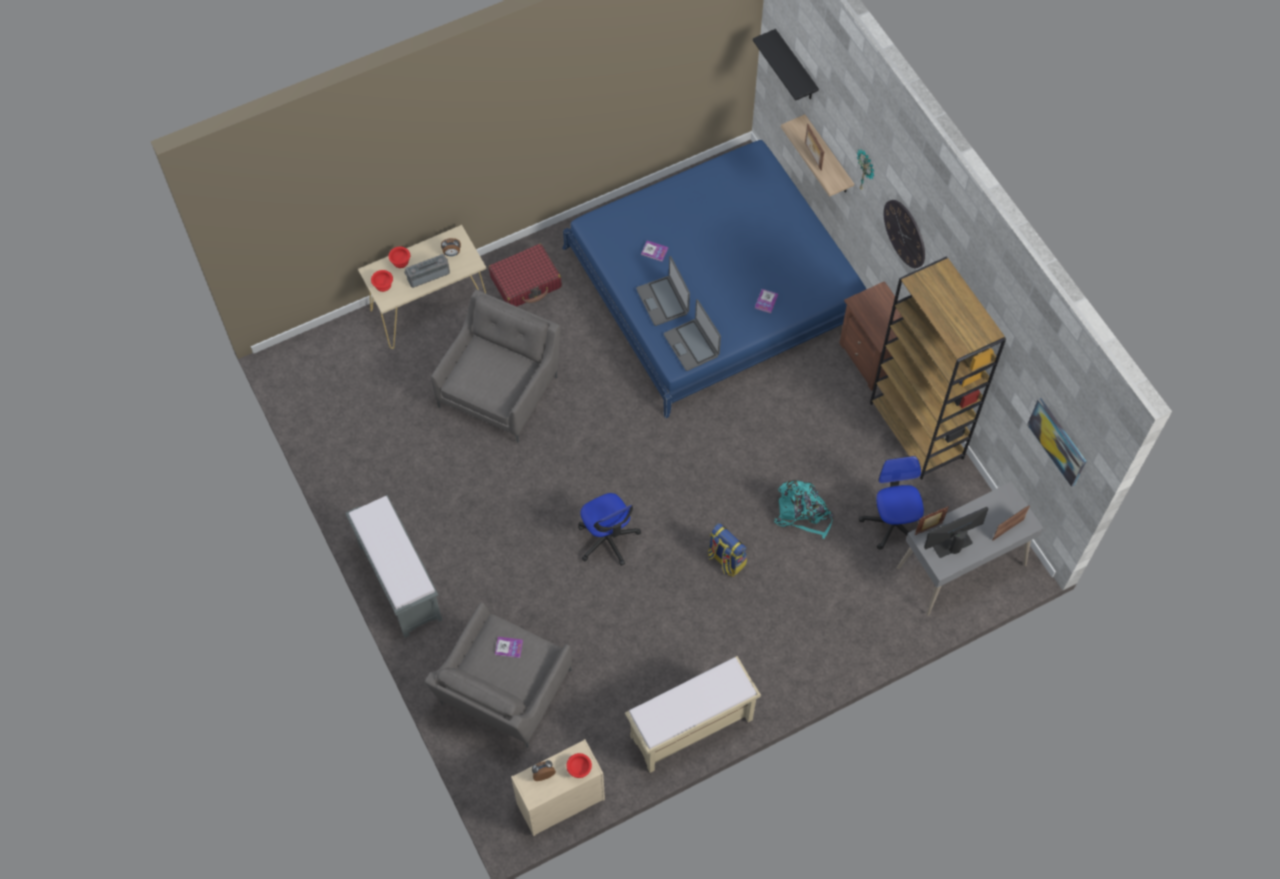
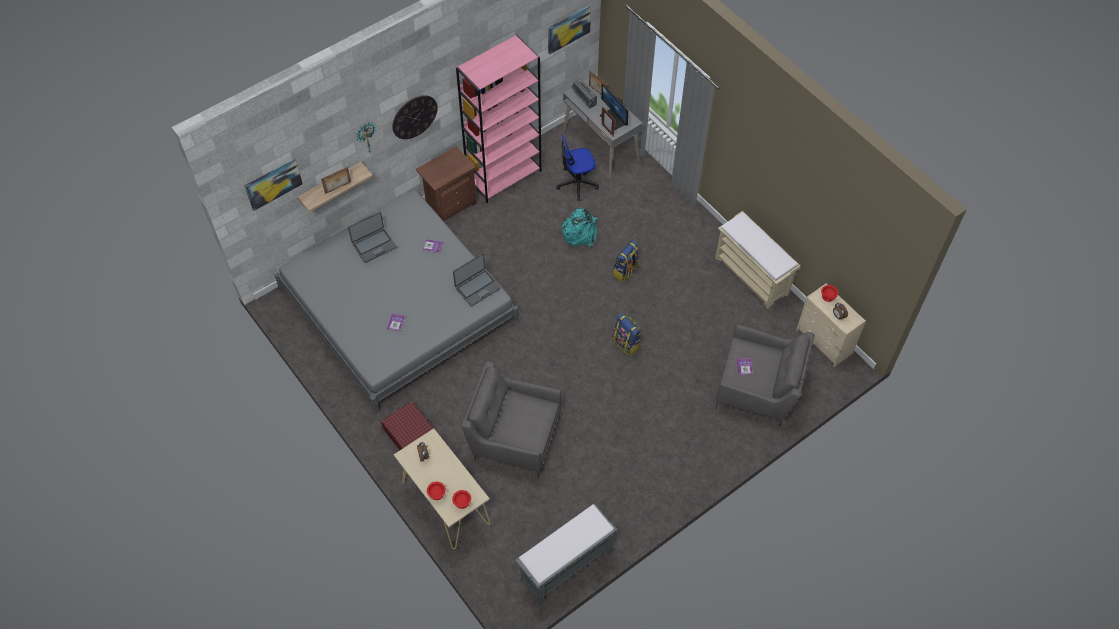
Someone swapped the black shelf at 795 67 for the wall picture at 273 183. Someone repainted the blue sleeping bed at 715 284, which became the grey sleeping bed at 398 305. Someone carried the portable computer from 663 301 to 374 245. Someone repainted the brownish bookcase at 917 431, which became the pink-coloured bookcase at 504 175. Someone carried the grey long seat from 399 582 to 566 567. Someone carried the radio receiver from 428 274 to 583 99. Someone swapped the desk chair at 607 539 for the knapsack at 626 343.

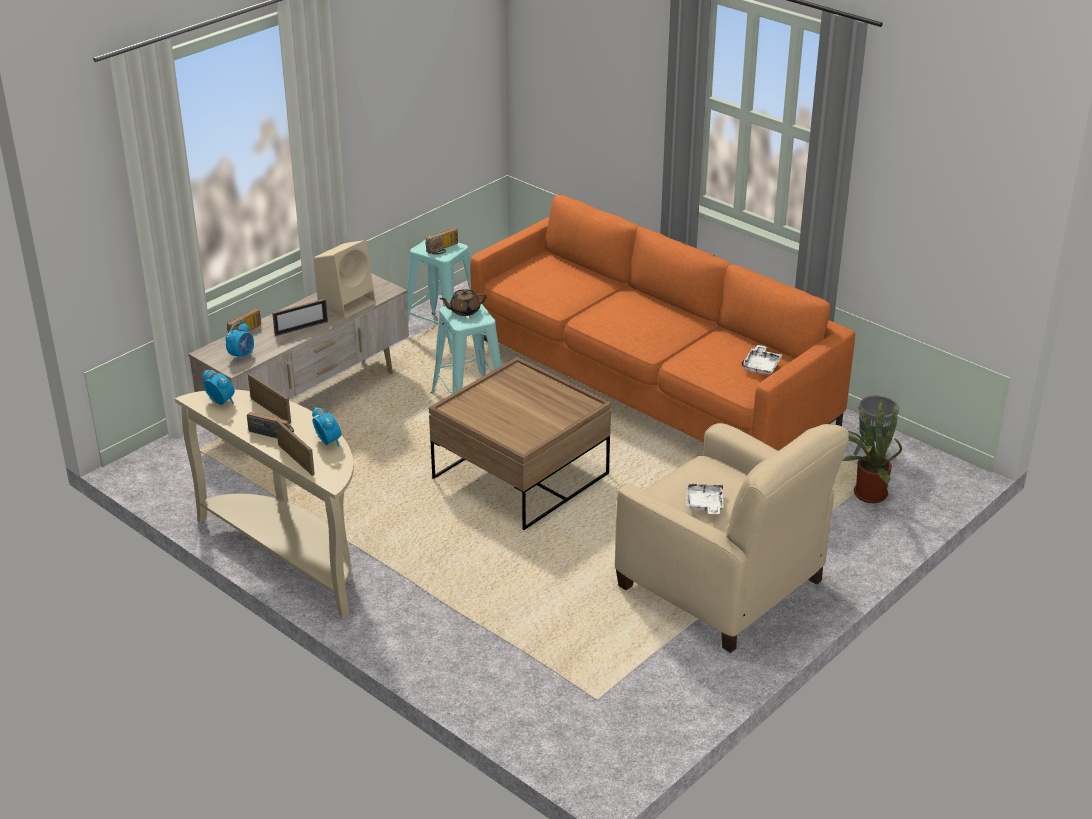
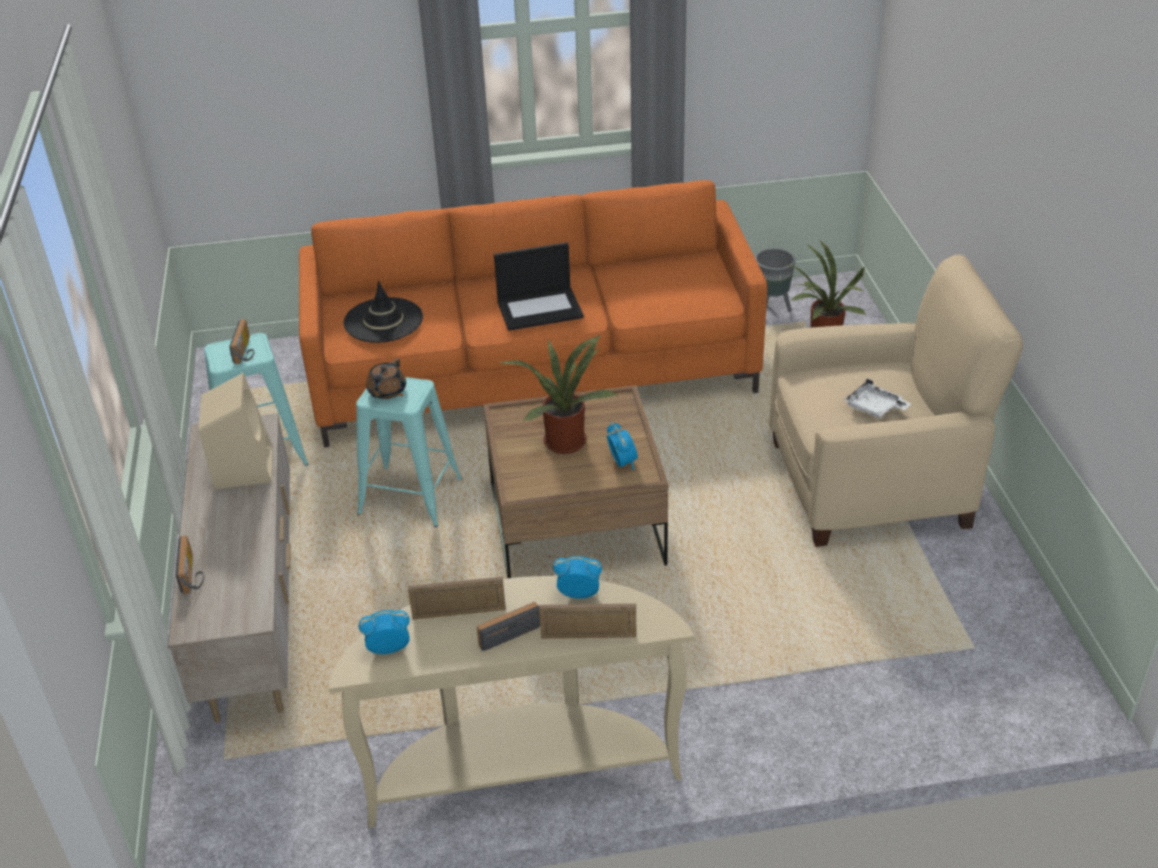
Someone put down the black clothing hat at 383 320. Someone put down the portable computer at 540 308. Someone put down the houseplant at 564 439. Someone carried the table clock from 242 356 to 622 462. Someone took away the standing frame at 301 328. Someone took away the white-coloured carrying tray at 761 366.

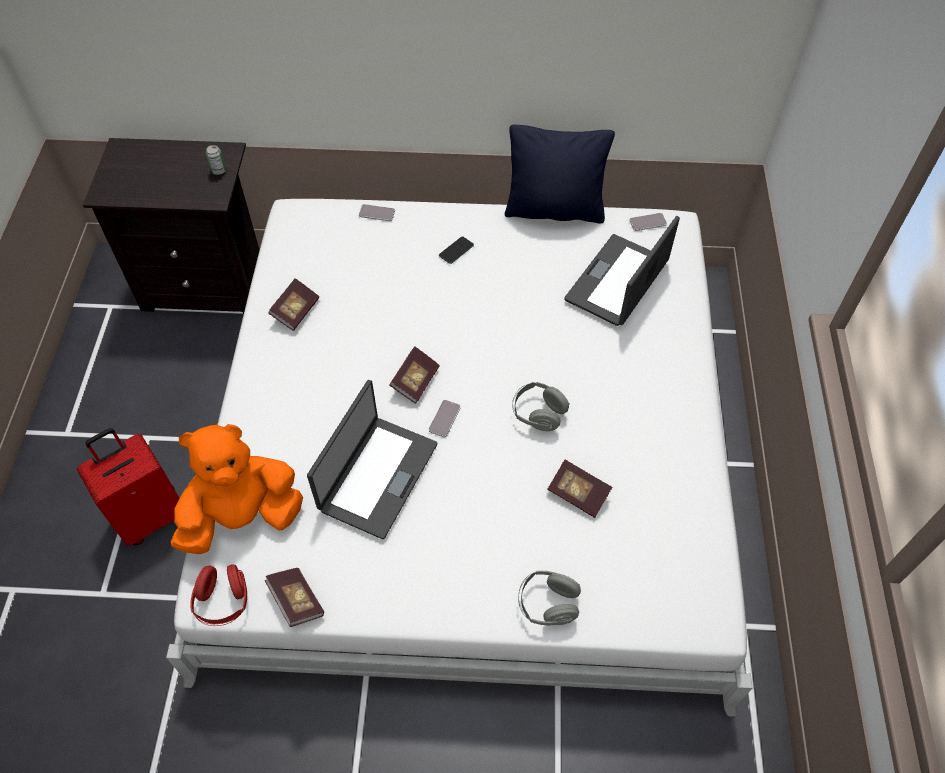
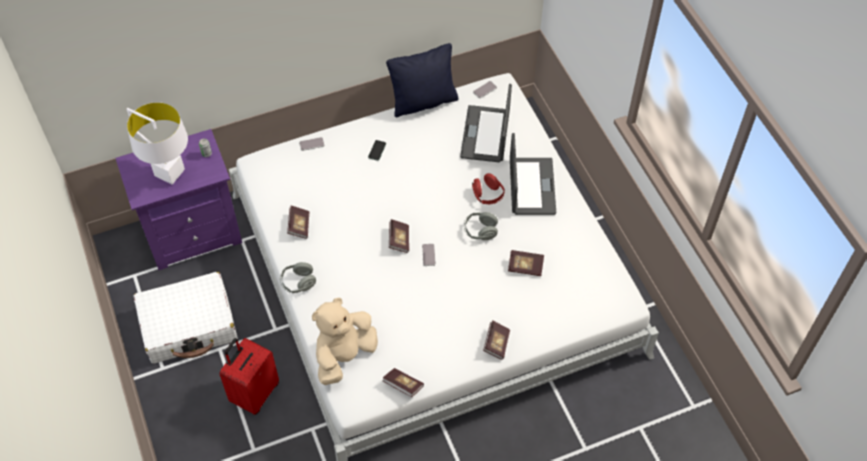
Someone repainted the black bedside table at 208 283, which became the purple-coloured bedside table at 193 233. Someone put down the white-coloured tabletop lamp at 170 174. Someone put down the white-coloured suitcase at 189 325. Someone carried the grey headset from 547 604 to 298 283. Someone repainted the orangey plush toy at 243 517, which became the beige plush toy at 344 355. Someone carried the reddish headset from 223 601 to 487 195. Someone put down the volume at 496 343. Someone carried the portable computer from 377 476 to 531 186.

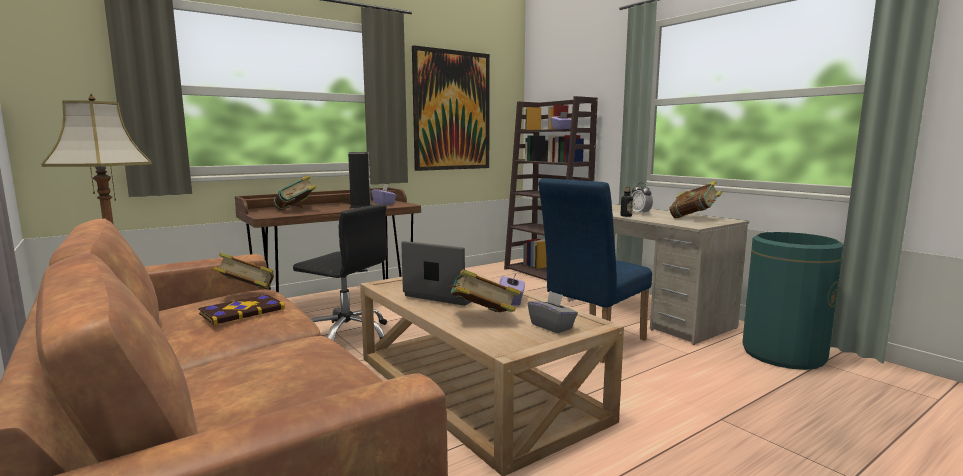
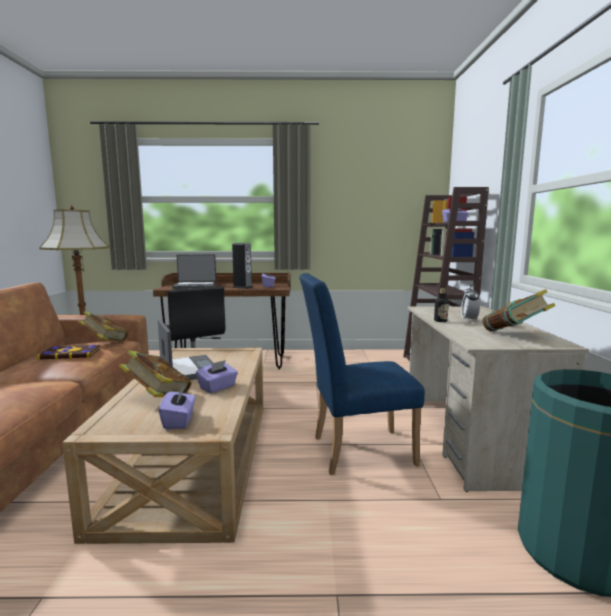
Someone repainted the grey tissue holder at 552 326, which became the purple-coloured tissue holder at 179 421. Someone swapped the volume at 296 211 for the portable computer at 195 286. Someone took away the wall picture at 452 111.

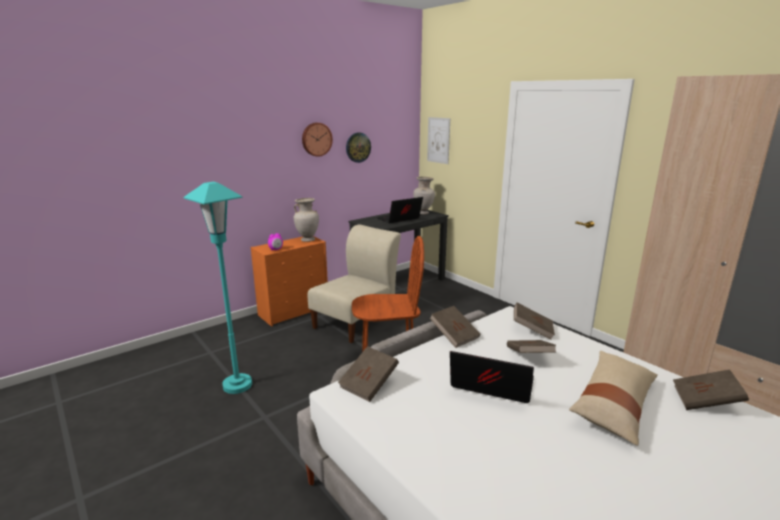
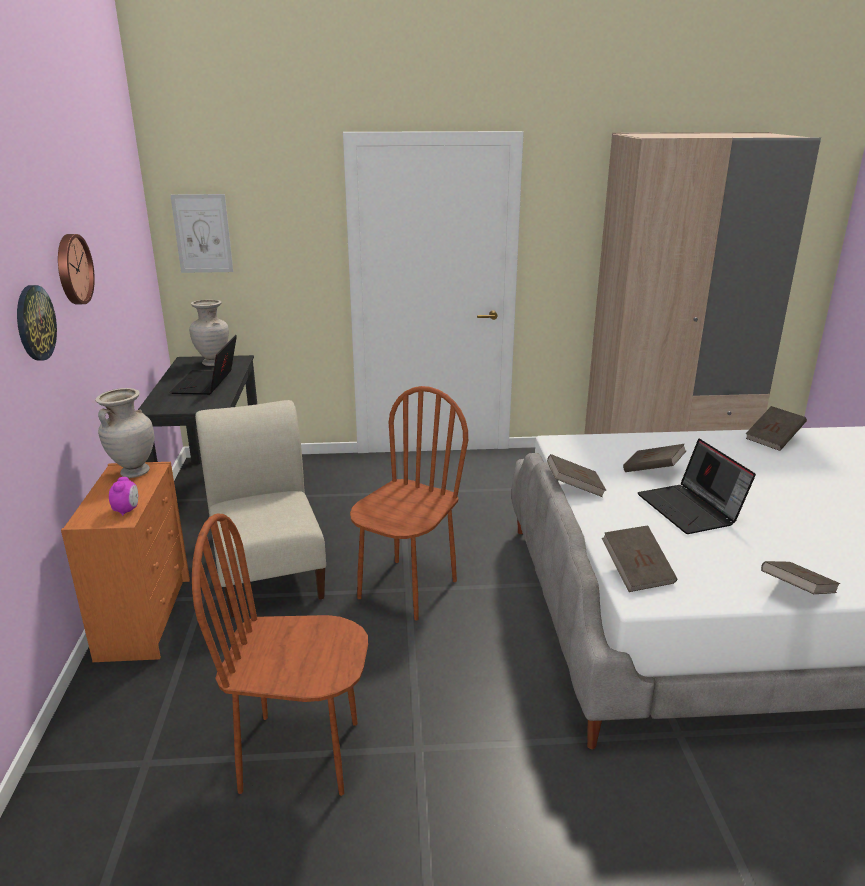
Someone carried the hanging clock from 358 147 to 34 323. Someone swapped the blue-green standard lamp at 237 385 for the brownish upright chair at 300 754. Someone rotated the portable computer at 490 386 by 75 degrees counterclockwise. Someone carried the brownish volume from 532 330 to 796 592. Someone took away the beige pillow at 613 404.

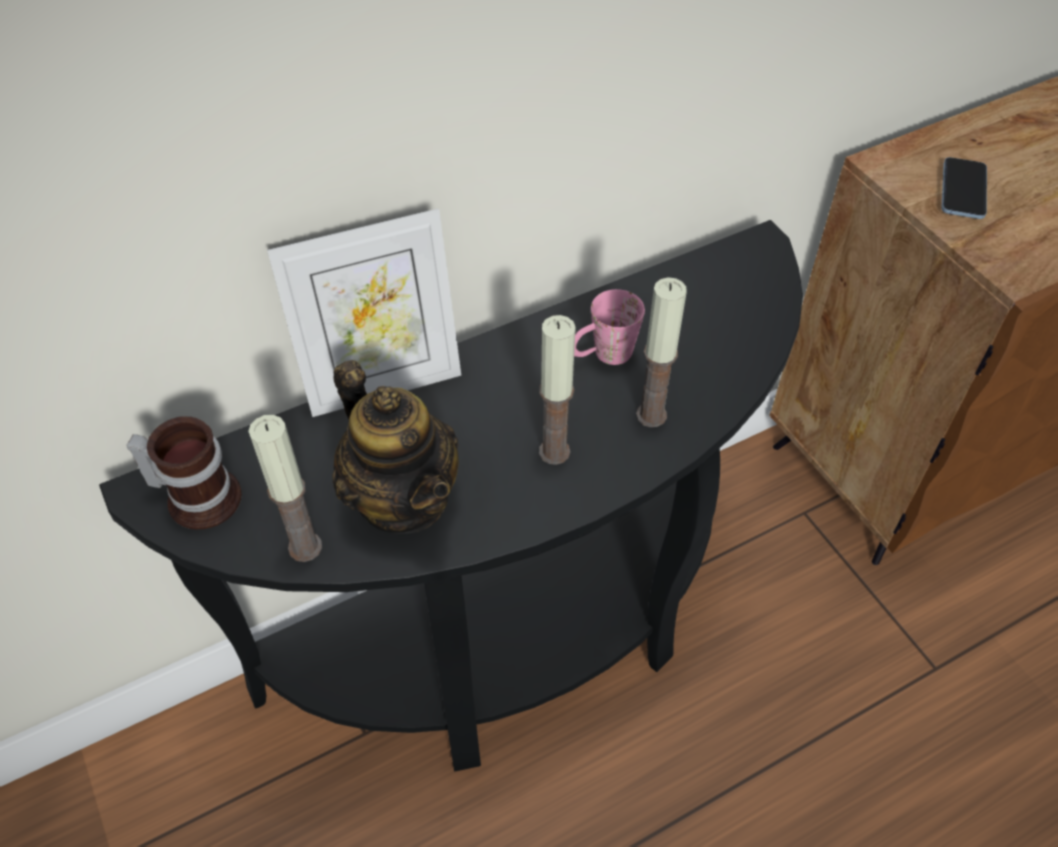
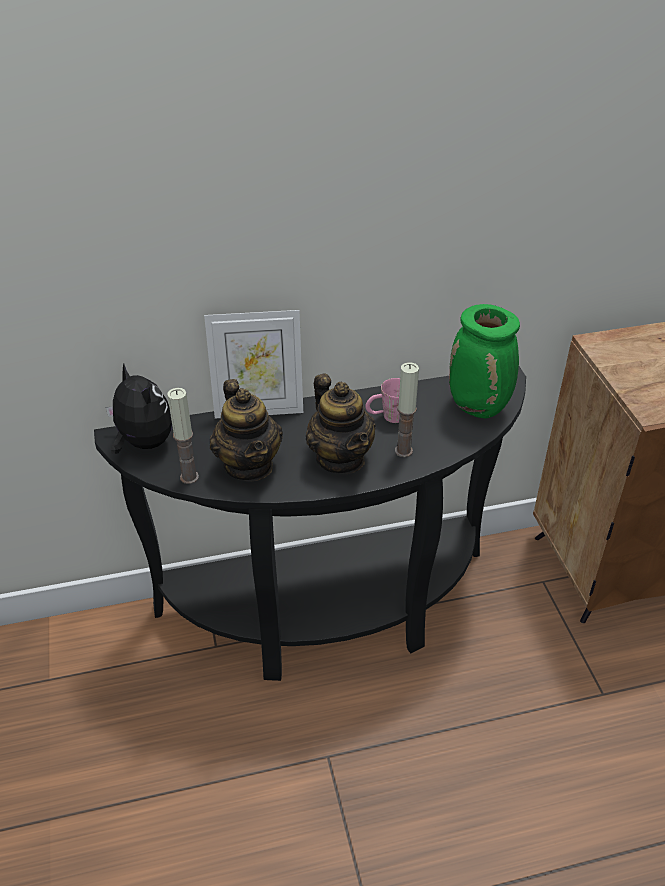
Someone swapped the mug at 198 494 for the plush toy at 142 443. Someone swapped the wax light at 554 452 for the tea pot at 340 458. Someone put down the greenish vase at 479 407. Someone took away the phone at 963 190.

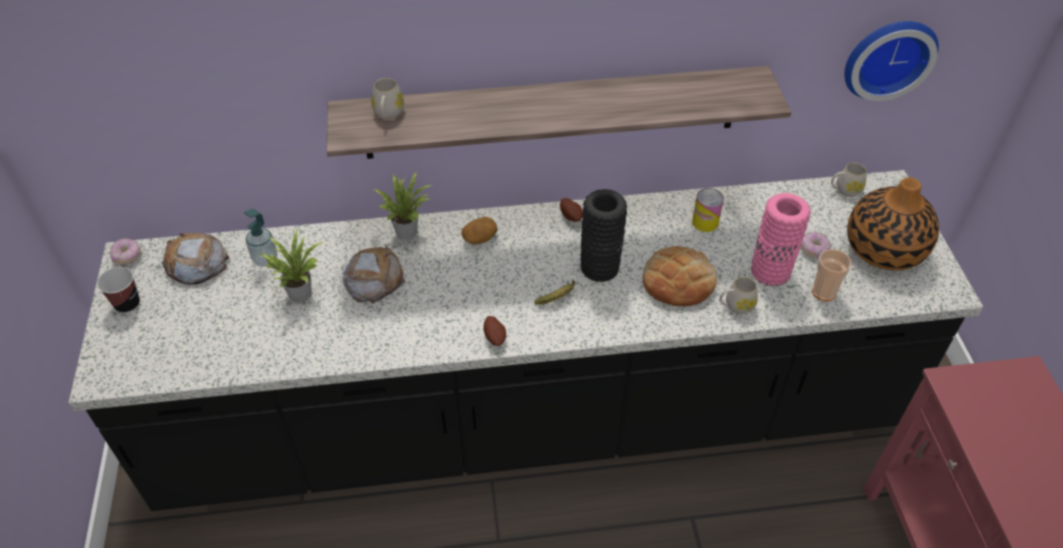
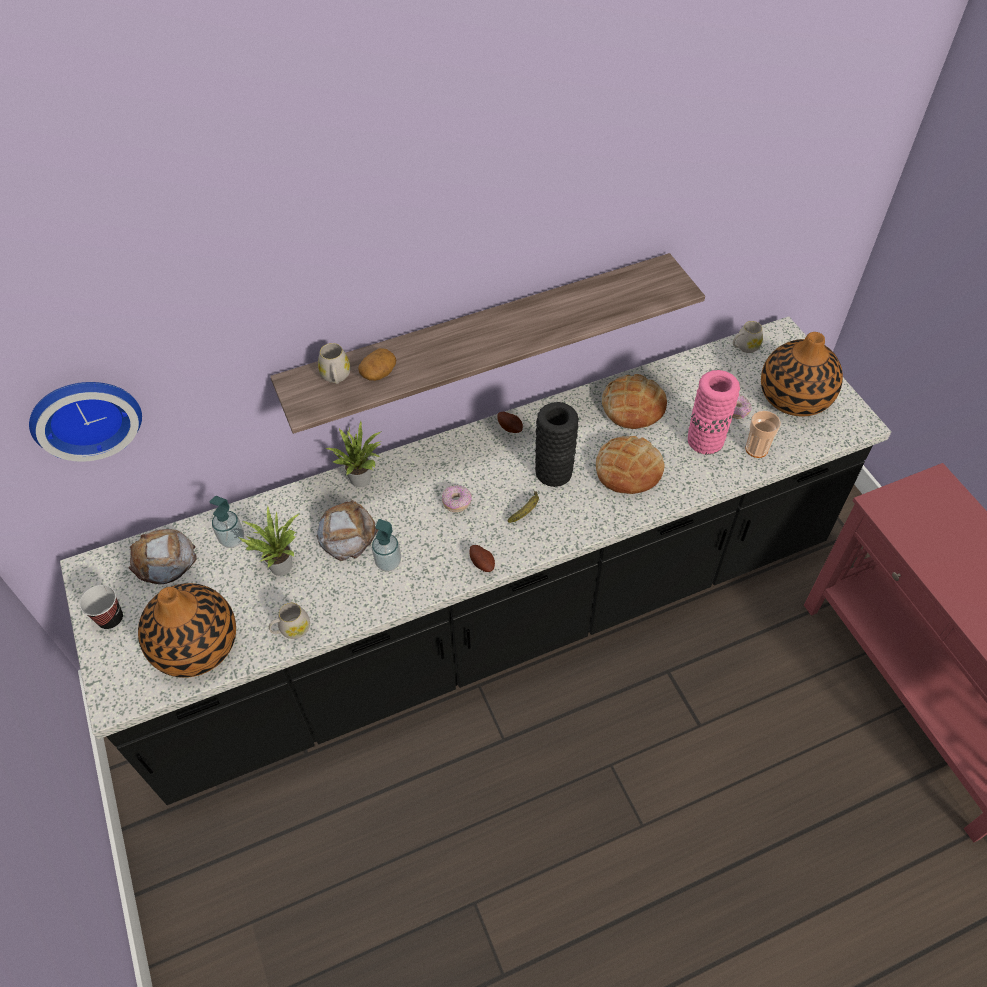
Someone carried the hanging clock from 887 56 to 85 414. Someone put down the vase at 196 644. Someone carried the white-coloured mug from 736 306 to 291 629. Someone carried the spud from 479 238 to 378 373. Someone put down the soap dispenser at 388 562. Someone carried the doughnut from 127 256 to 457 502. Someone swapped the sealed can at 705 222 for the baked bread at 633 406.

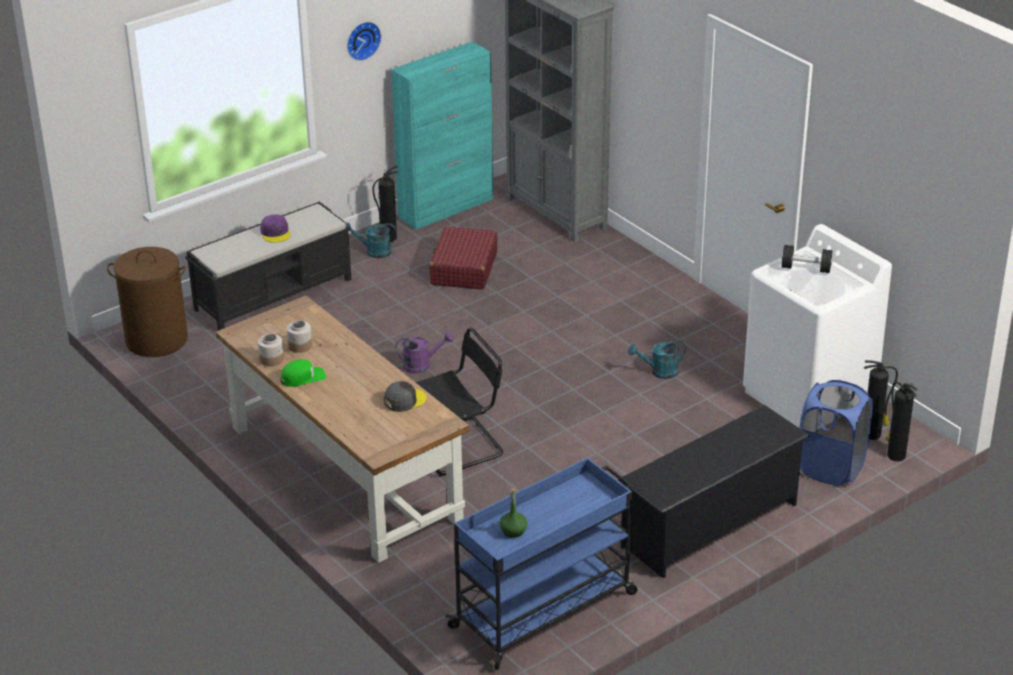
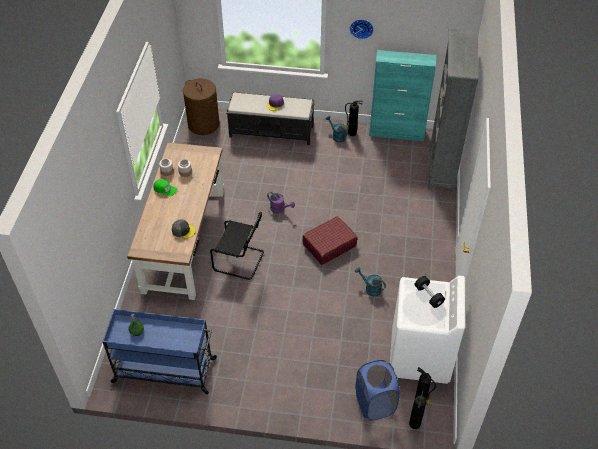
Someone carried the reddish suitcase from 463 269 to 329 245. Someone took away the black shoe rack at 710 525.

